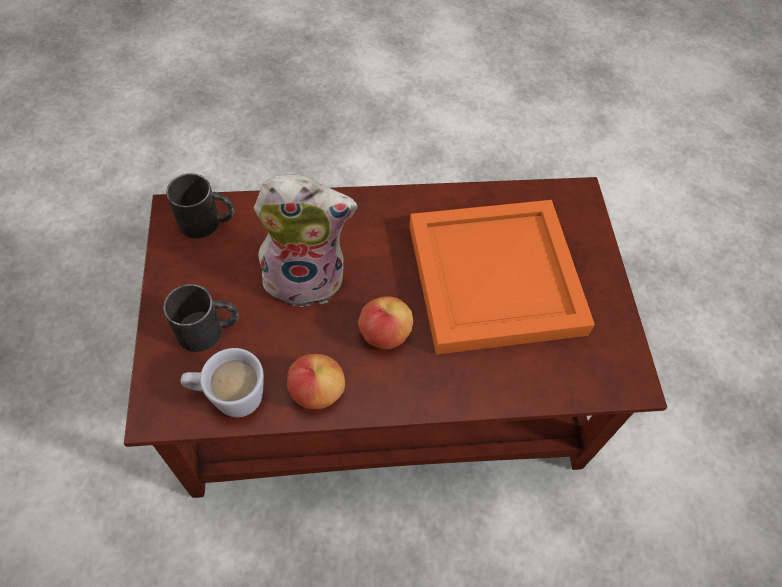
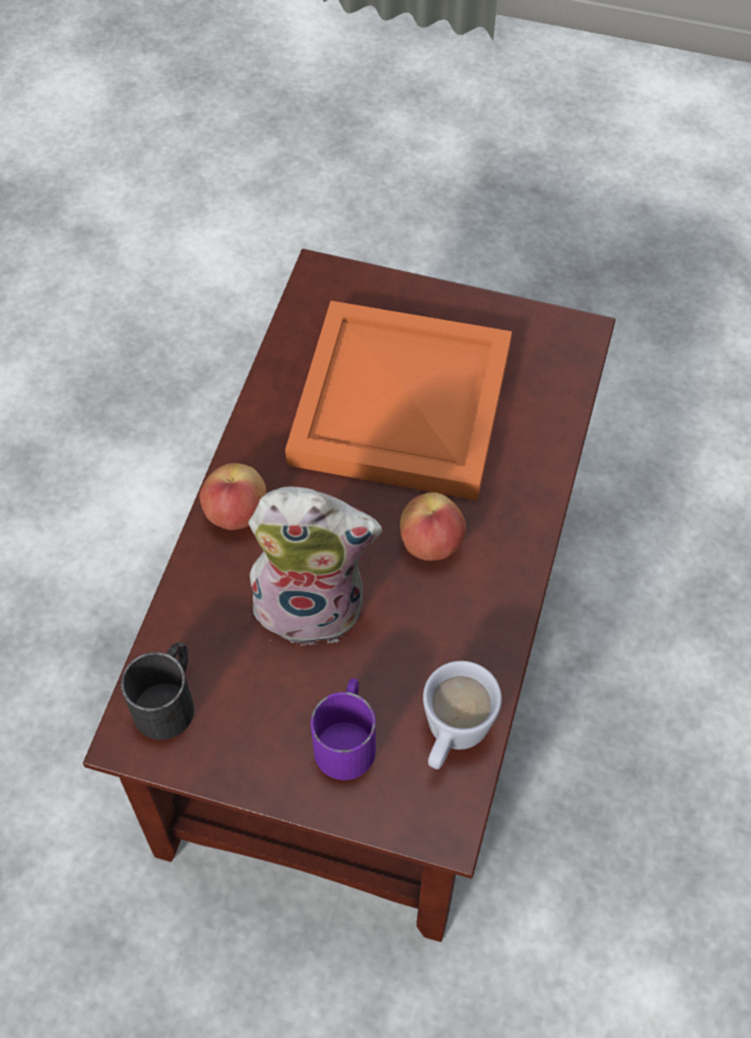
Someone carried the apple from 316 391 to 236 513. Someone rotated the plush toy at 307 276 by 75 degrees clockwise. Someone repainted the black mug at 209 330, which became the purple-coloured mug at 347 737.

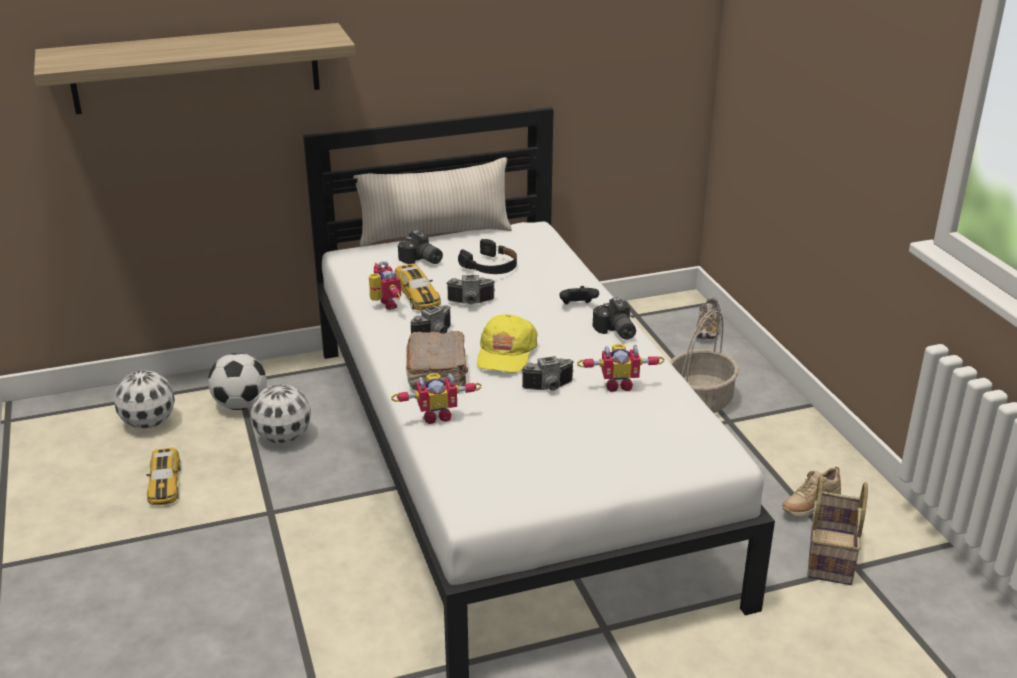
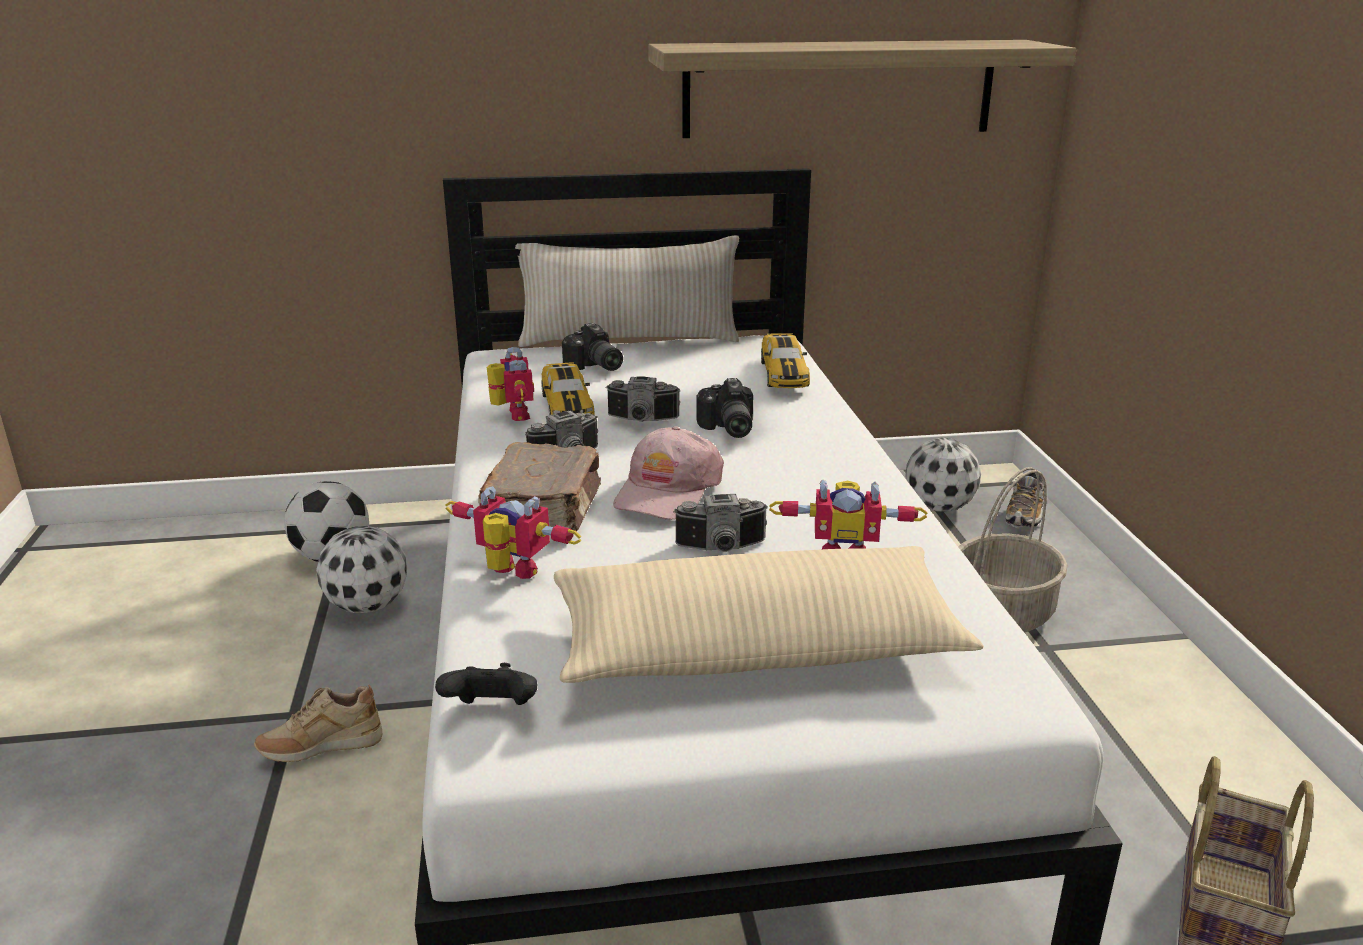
Someone carried the beige shoe from 809 508 to 321 749. Someone carried the black joypad from 577 306 to 492 711. Someone rotated the toy robot at 436 415 by 150 degrees counterclockwise. Someone put down the beige pillow at 756 647. Someone repainted the yellow baseball cap at 506 353, which became the pink-coloured baseball cap at 667 491. Someone carried the shelf from 196 68 to 839 88. Someone carried the still camera from 615 332 to 726 429. Someone carried the model car from 165 484 to 784 373. Someone carried the football ball from 149 423 to 940 507. Someone took away the black headset at 490 266.

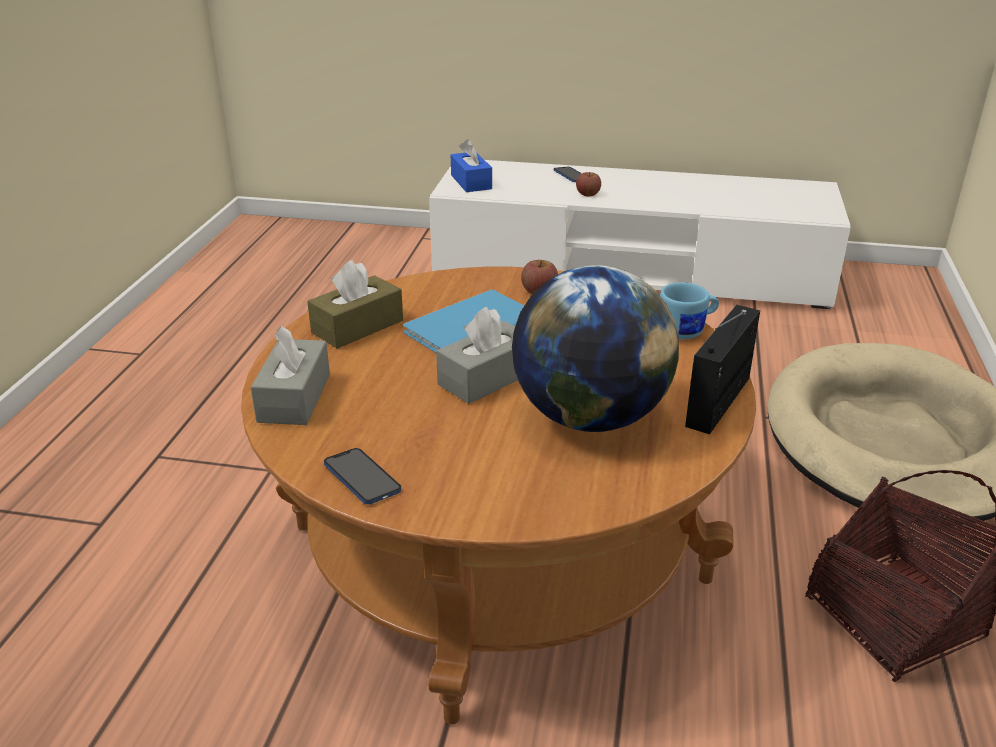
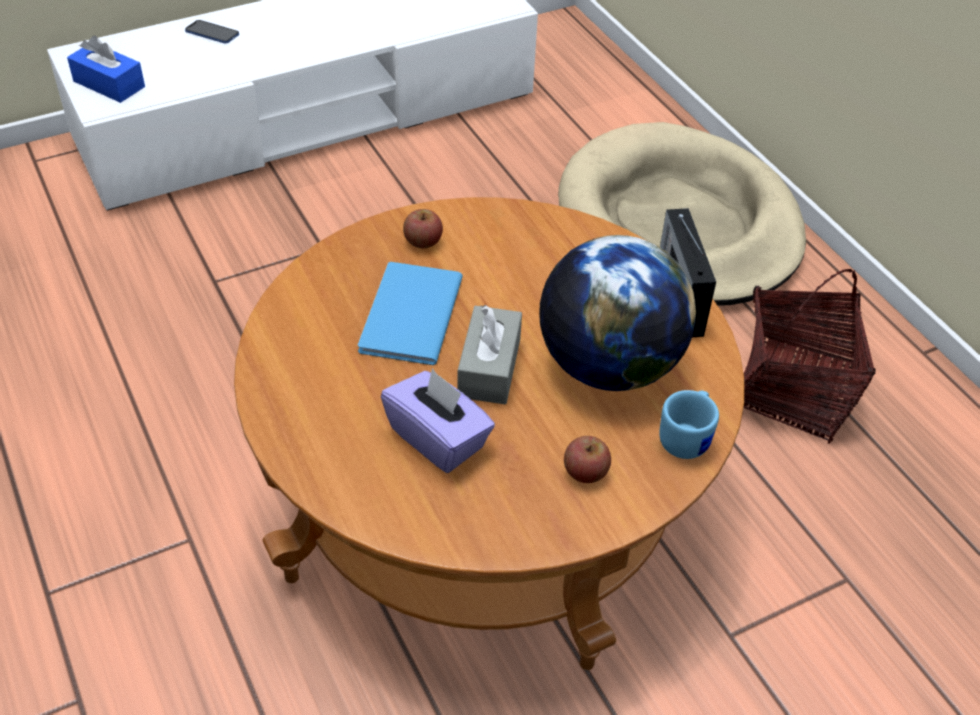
Someone put down the purple-coloured tissue holder at 438 438. Someone carried the apple from 588 194 to 585 472. Someone carried the blue mug from 687 331 to 688 437. Someone took away the grey tissue holder at 294 398. Someone took away the brownish tissue holder at 357 327. Someone took away the phone at 362 478.

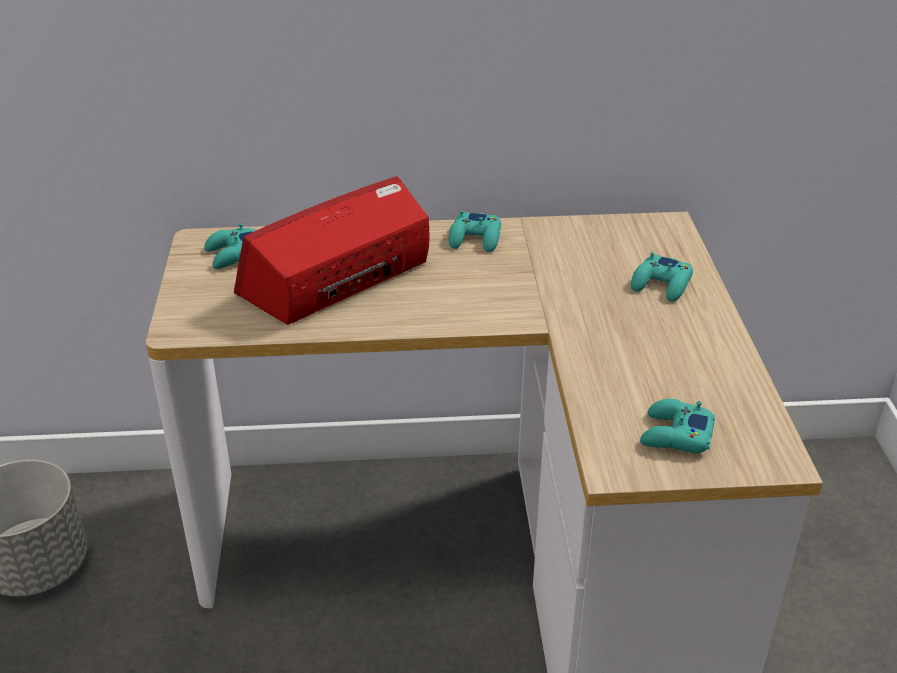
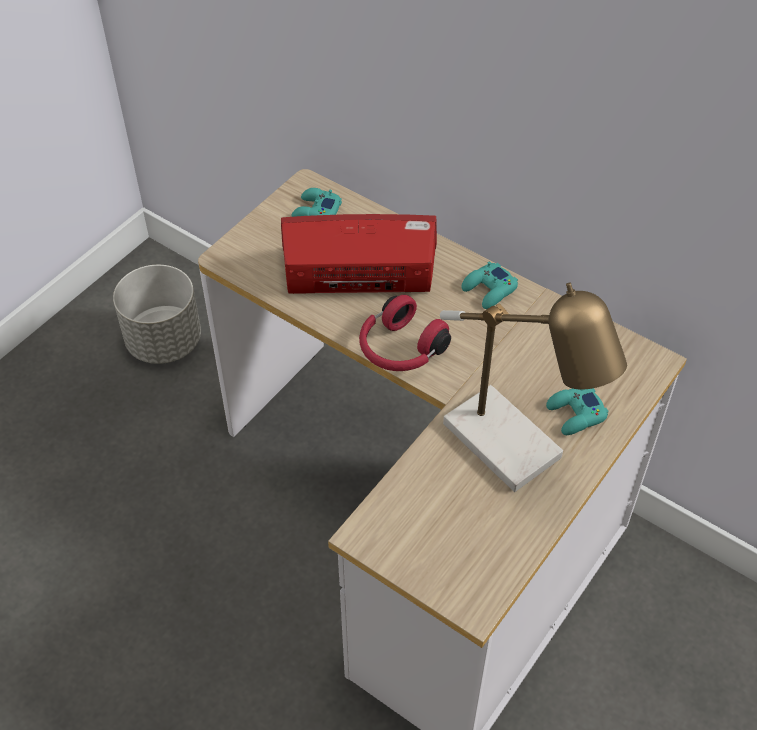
Someone put down the reddish headset at 400 349. Someone put down the tabletop lamp at 514 450. Someone took away the blue-green joypad at 675 435.

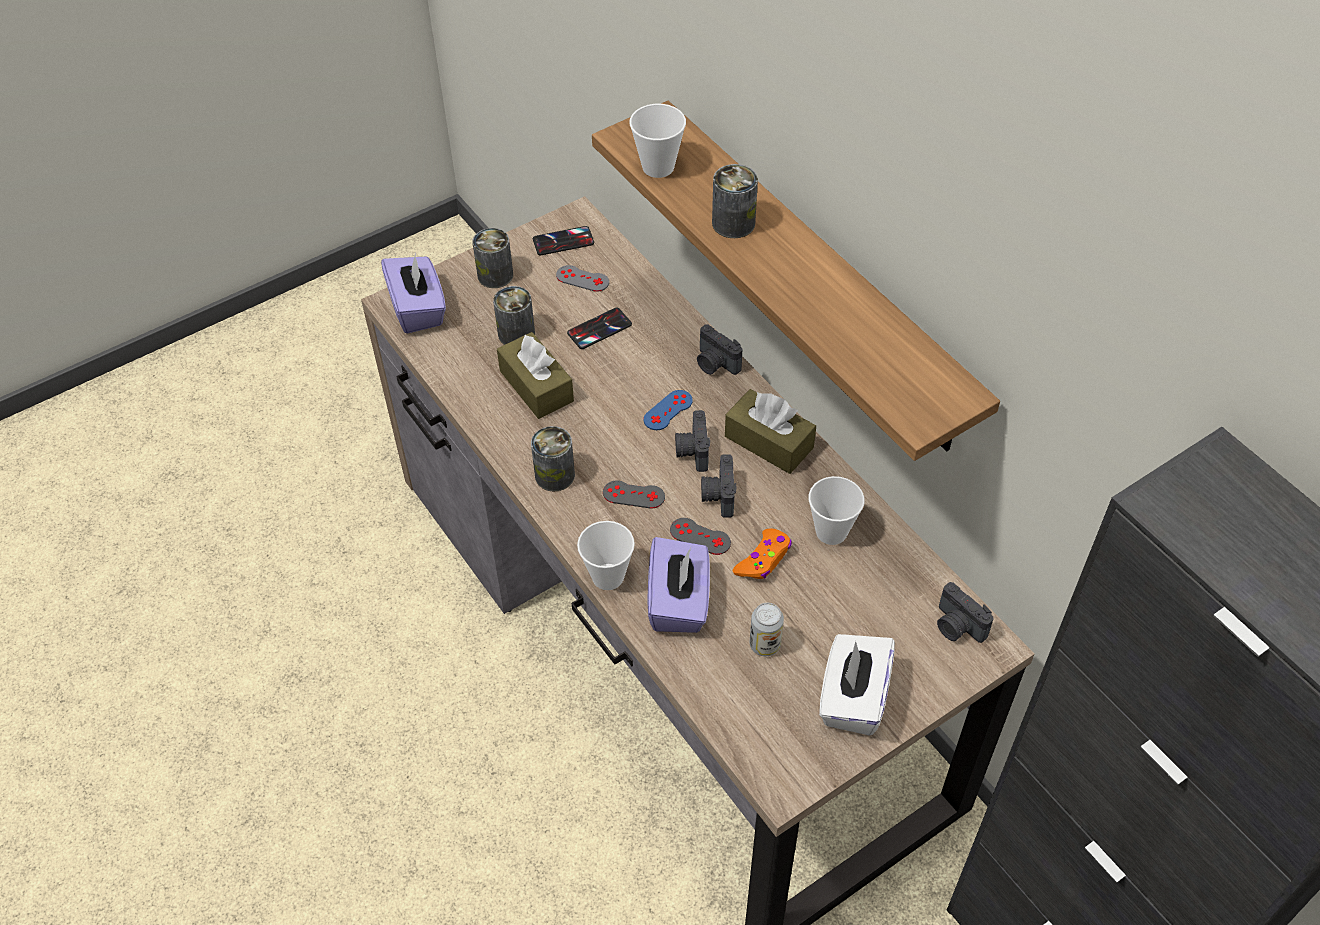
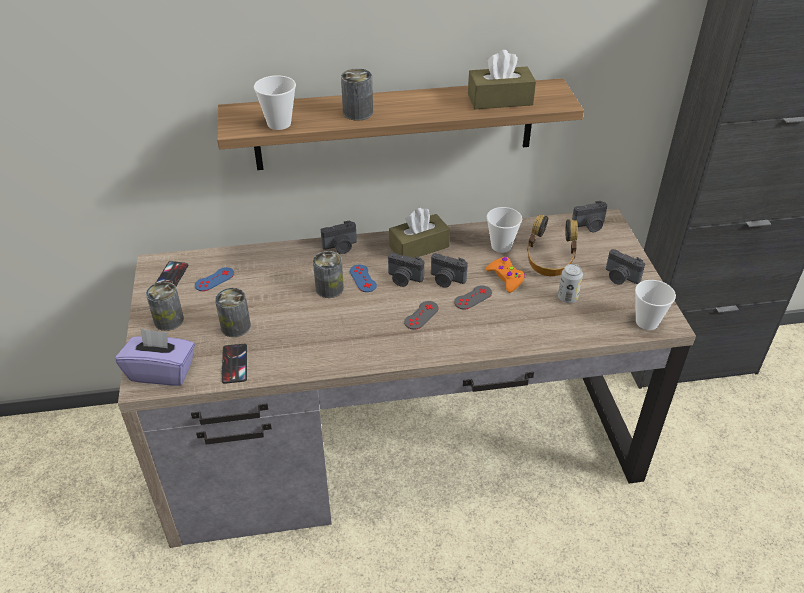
Someone repainted the grey joypad at 582 279, which became the blue joypad at 214 279. Someone carried the phone from 599 329 to 234 364. Someone carried the sealed can from 555 475 to 329 288. Someone carried the brownish tissue holder from 536 386 to 500 99. Someone put down the headset at 549 261. Someone swapped the white-coloured tissue holder at 852 698 for the still camera at 620 277. Someone carried the small cup from 608 576 to 647 322. Someone took away the purple-coloured tissue holder at 679 602.

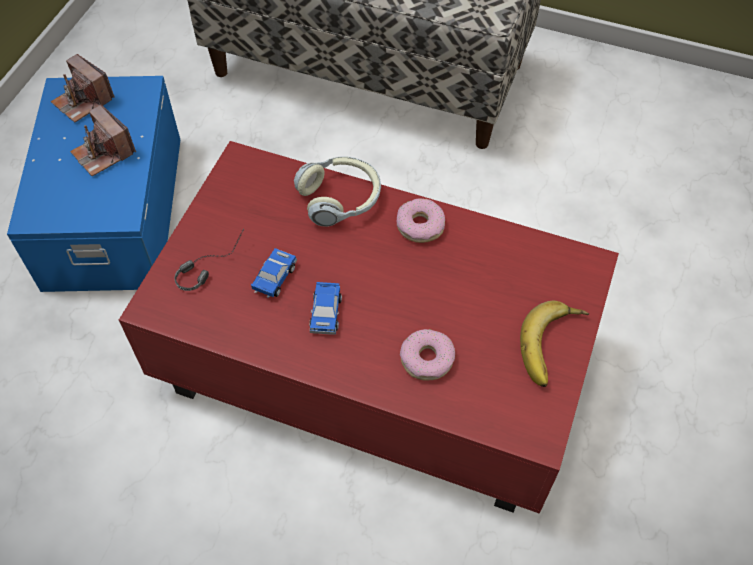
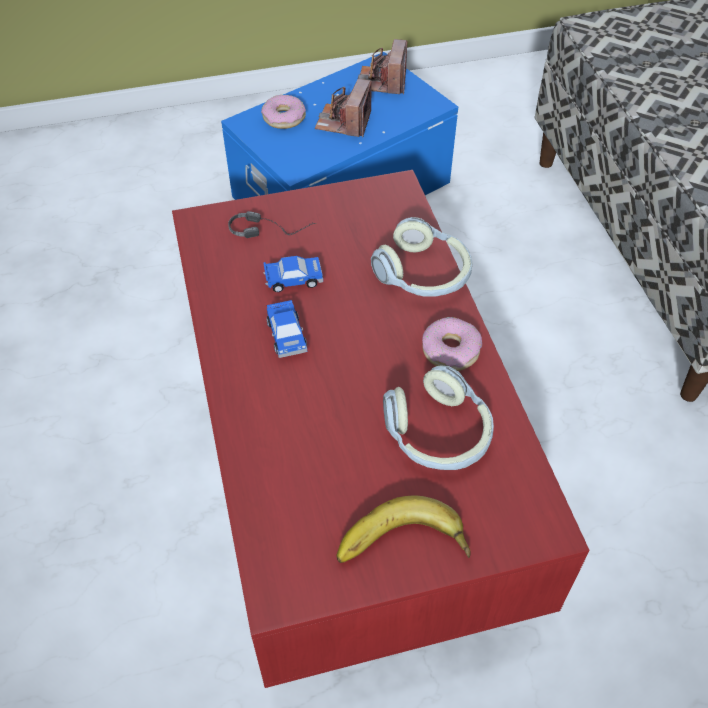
Someone carried the doughnut from 427 359 to 284 118. Someone rotated the model car at 326 313 by 75 degrees counterclockwise. Someone put down the headset at 438 434.

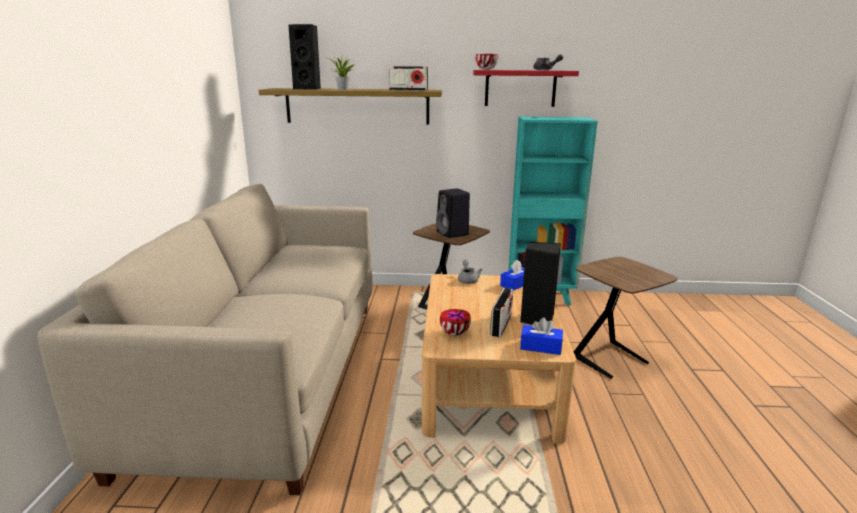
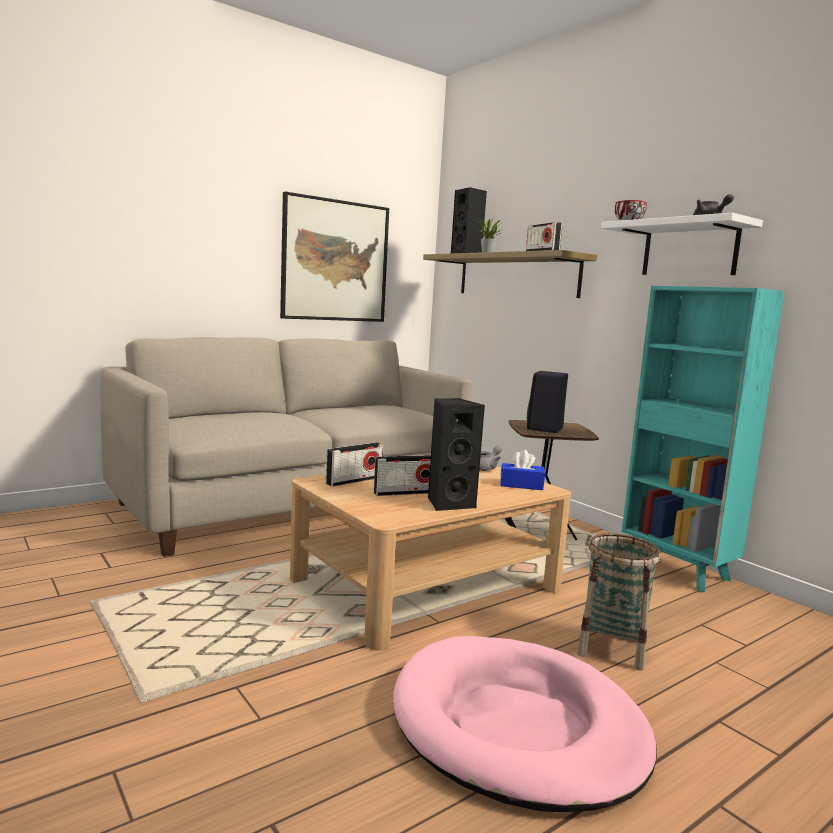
Someone put up the wall picture at 335 261. Someone swapped the bowl at 454 333 for the radio receiver at 354 480. Someone put down the pink-coloured dog bed at 517 727. Someone swapped the brownish accent table at 612 360 for the storage basket at 612 648. Someone repainted the reddish shelf at 520 88, which became the white-coloured shelf at 689 249. Someone took away the blue tissue holder at 540 347.

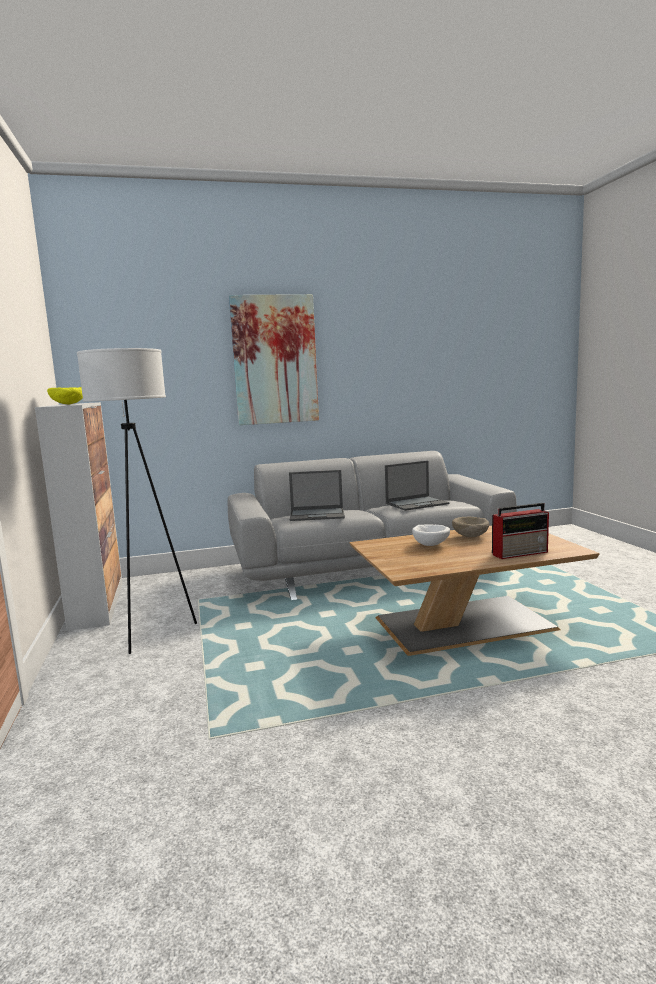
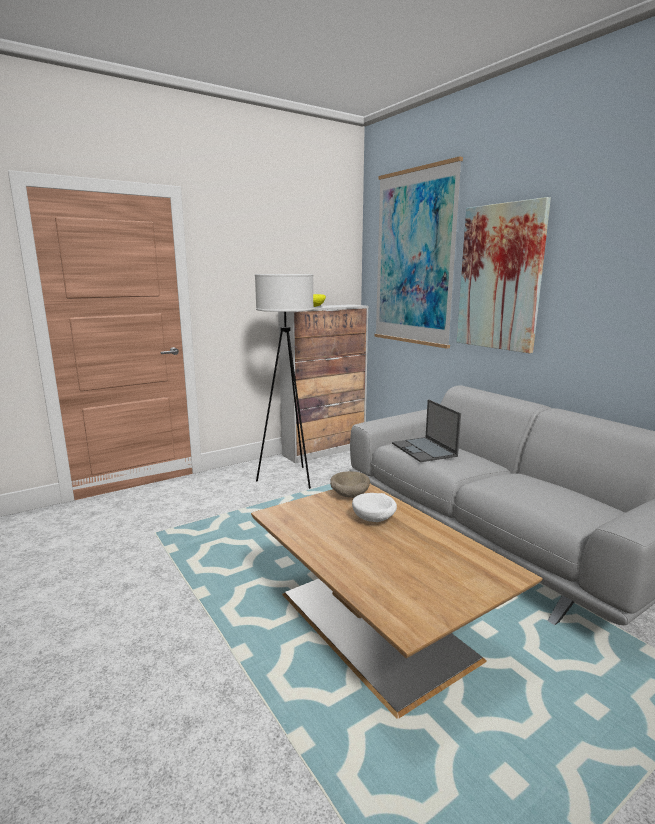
Someone carried the beige bowl from 470 537 to 349 495. Someone put up the wall picture at 414 258. Someone took away the portable computer at 417 503. Someone took away the radio receiver at 520 553.

